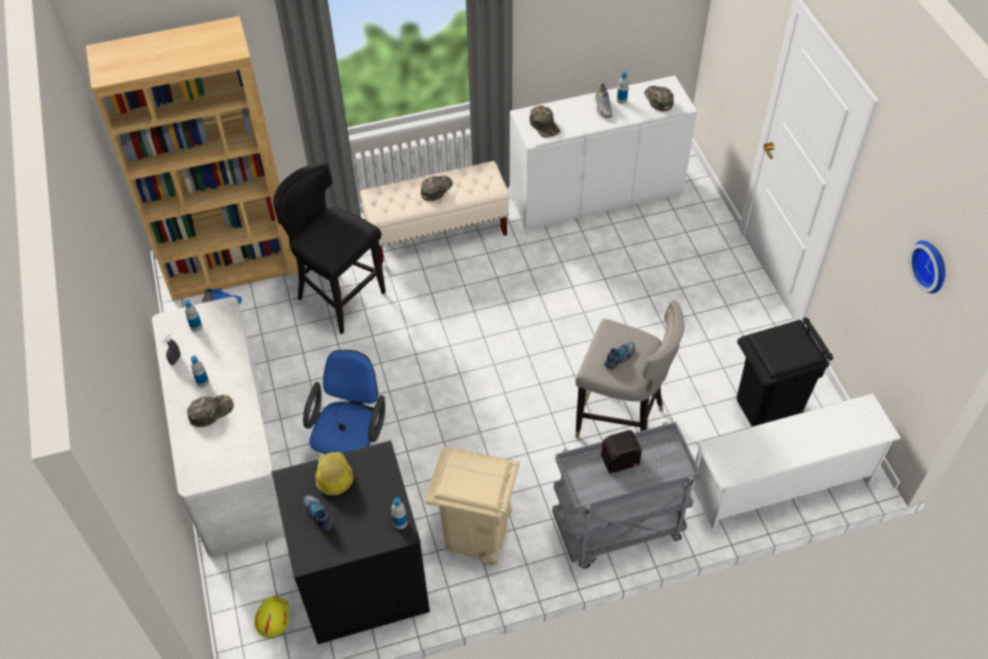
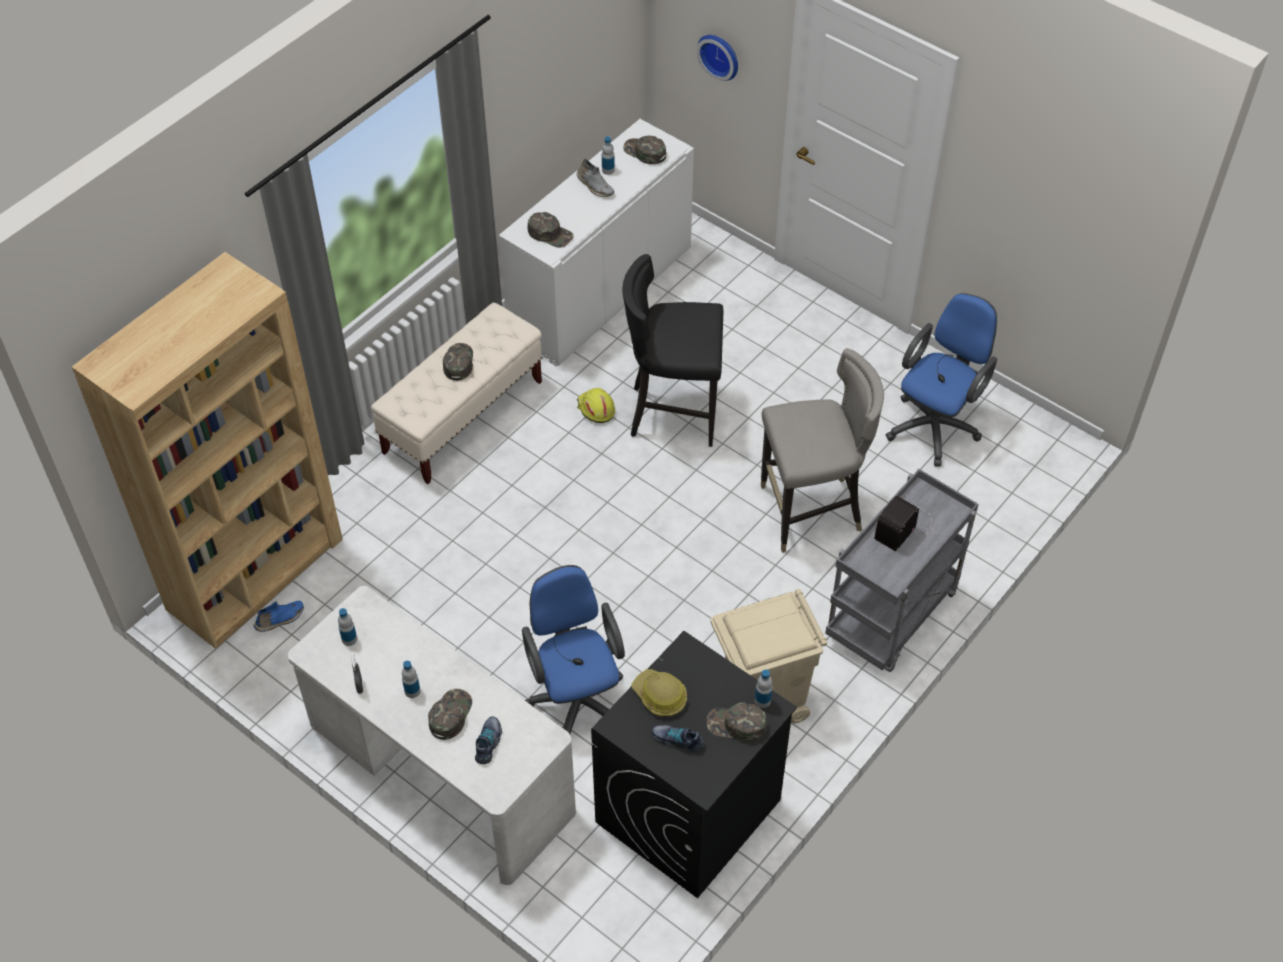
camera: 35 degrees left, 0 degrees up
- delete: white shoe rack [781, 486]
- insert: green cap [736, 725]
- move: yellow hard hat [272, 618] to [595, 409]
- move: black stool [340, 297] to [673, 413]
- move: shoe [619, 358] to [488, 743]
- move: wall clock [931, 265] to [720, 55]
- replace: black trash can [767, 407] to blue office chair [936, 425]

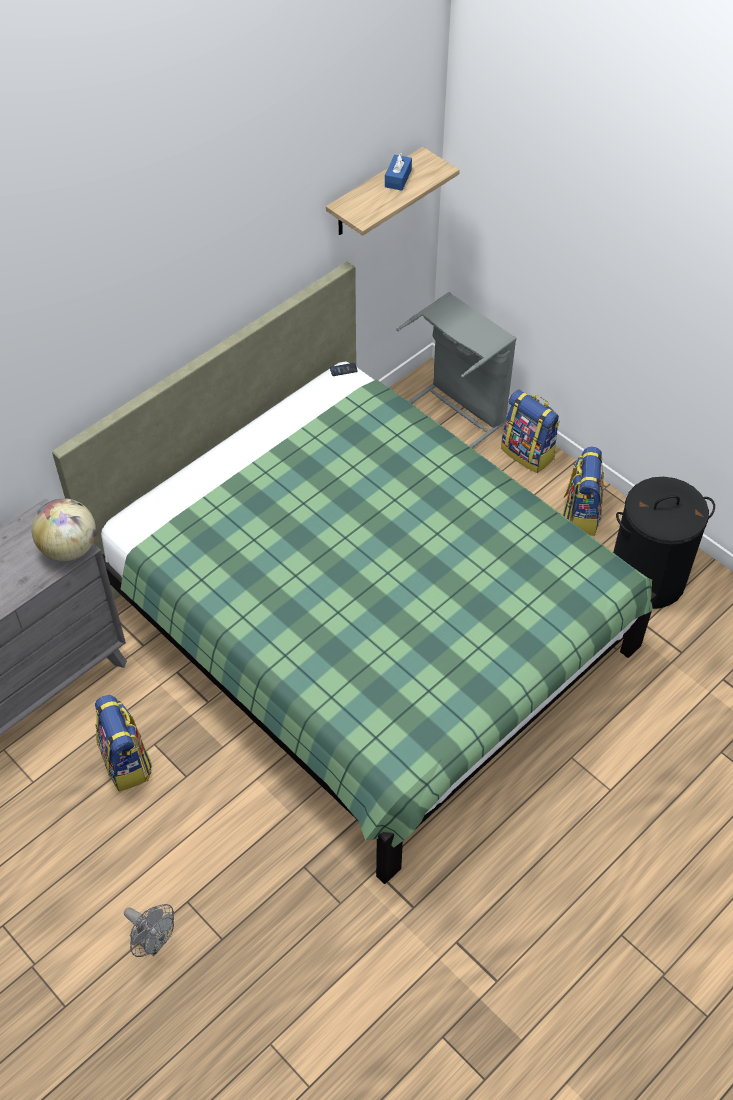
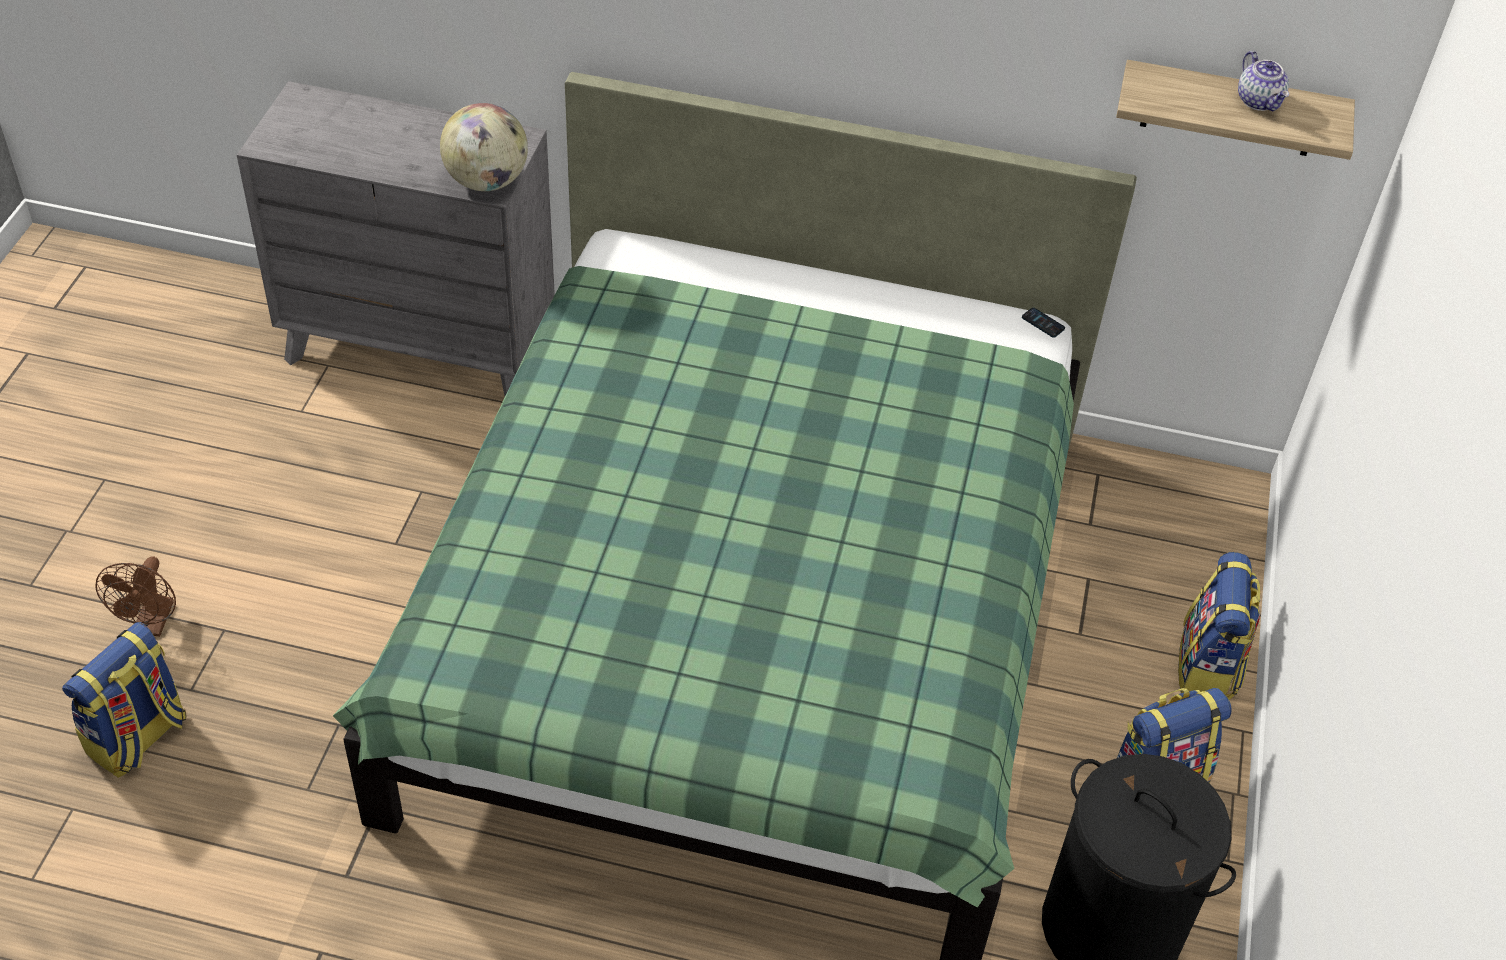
camera: 55 degrees right, 5 degrees down
- delete: grey laundry basket [457, 413]
- move: backpack [127, 762] to [138, 738]
- replace: blue tissue box [398, 178] to teapot [1259, 101]
- recolor: grey fan [153, 942] to brown fan [152, 625]

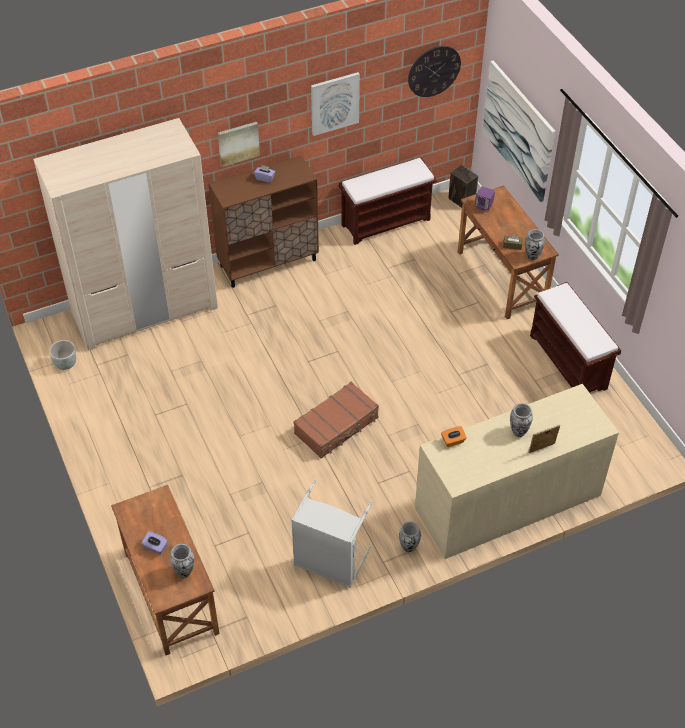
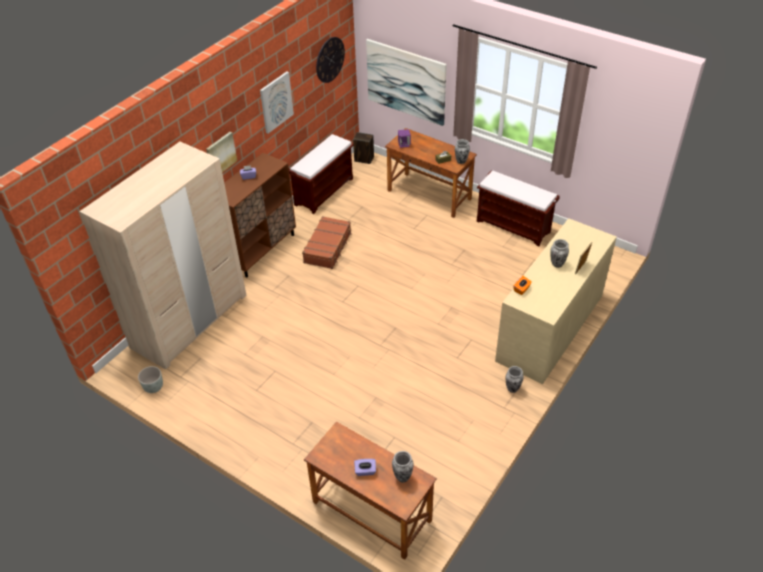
camera: 30 degrees left, 5 degrees down
- delete: grey laundry basket [329, 563]
- move: brown suitcase [337, 426] to [328, 247]

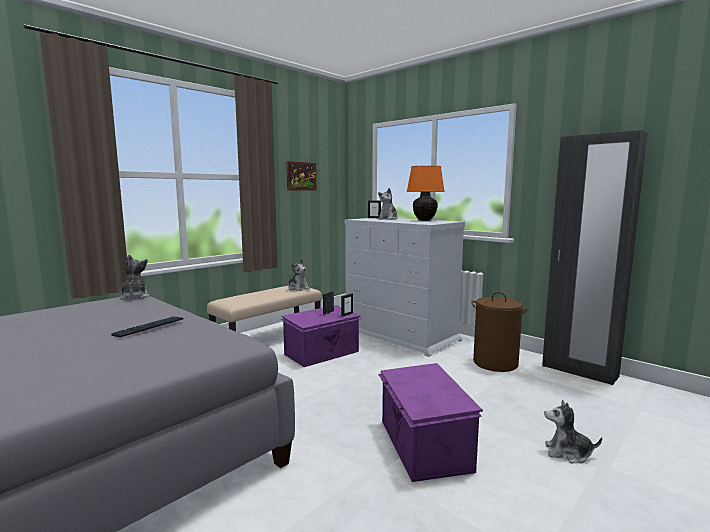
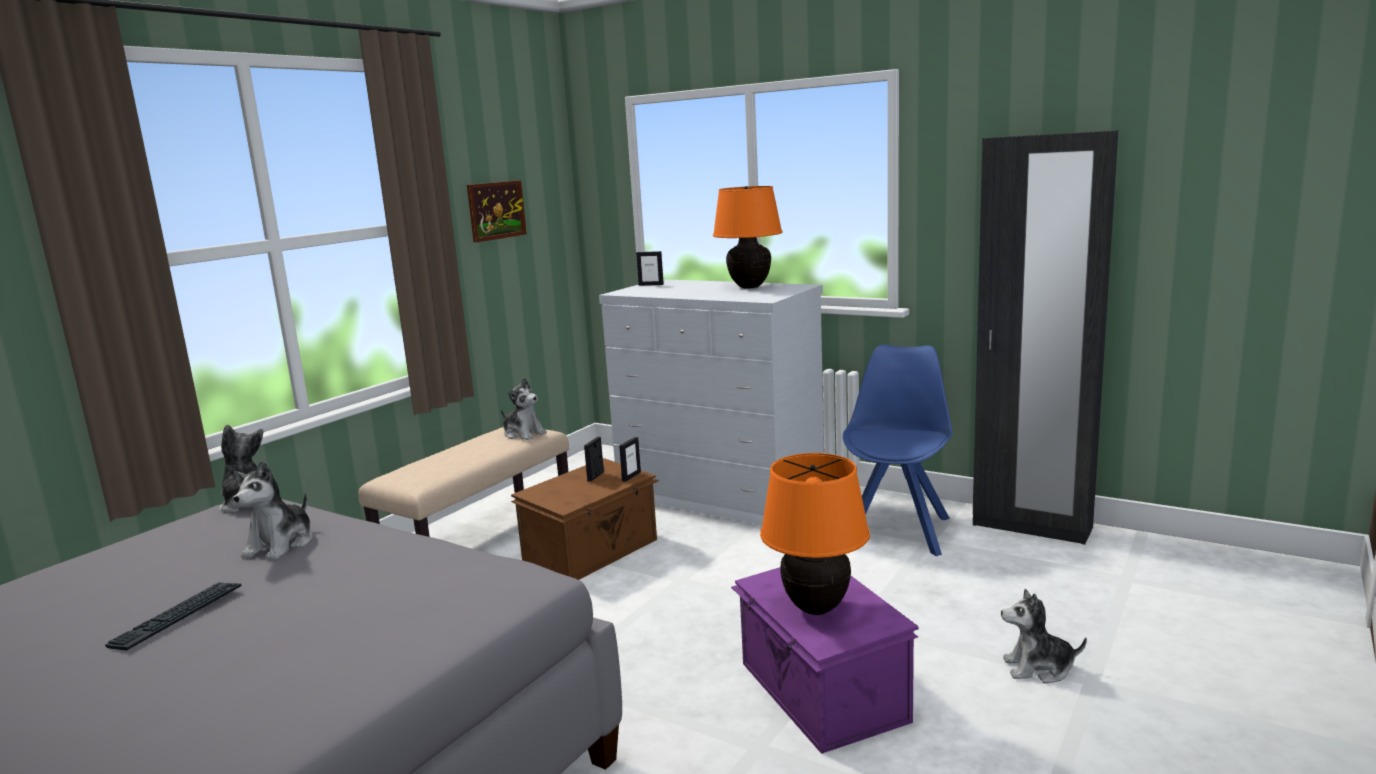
camera: 10 degrees left, 5 degrees up
- insert: orange table lamp [816, 608]
- move: keyboard [149, 327] to [177, 616]
- move: plush toy [388, 219] to [281, 545]
- replace: brown laundry basket [495, 363] to blue chair [897, 530]
- recolor: purple storage box [322, 353] to brown storage box [593, 551]

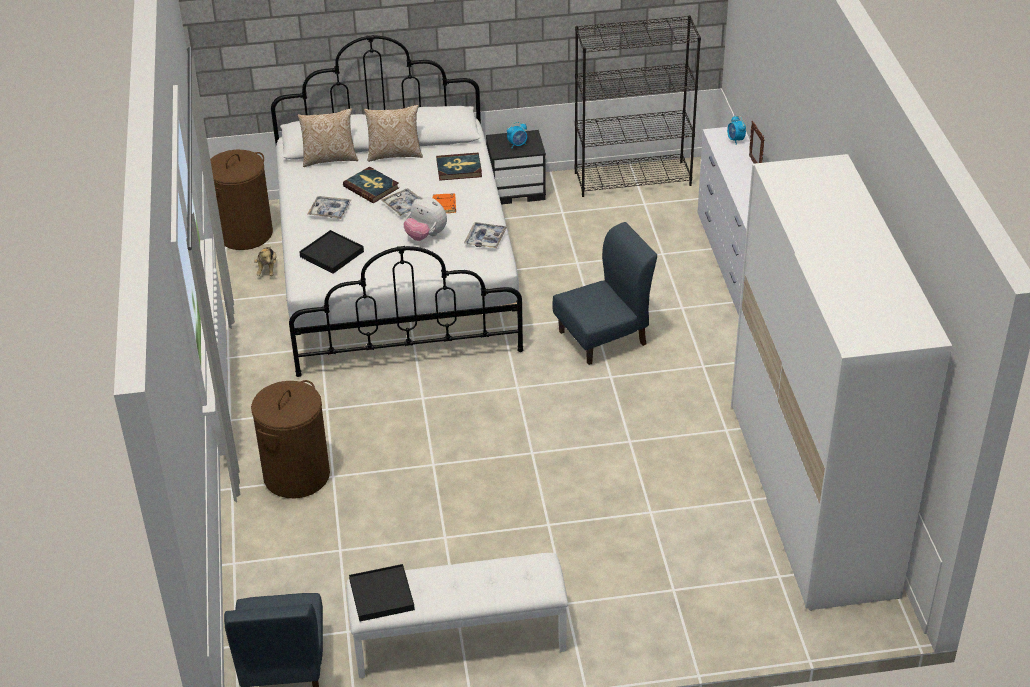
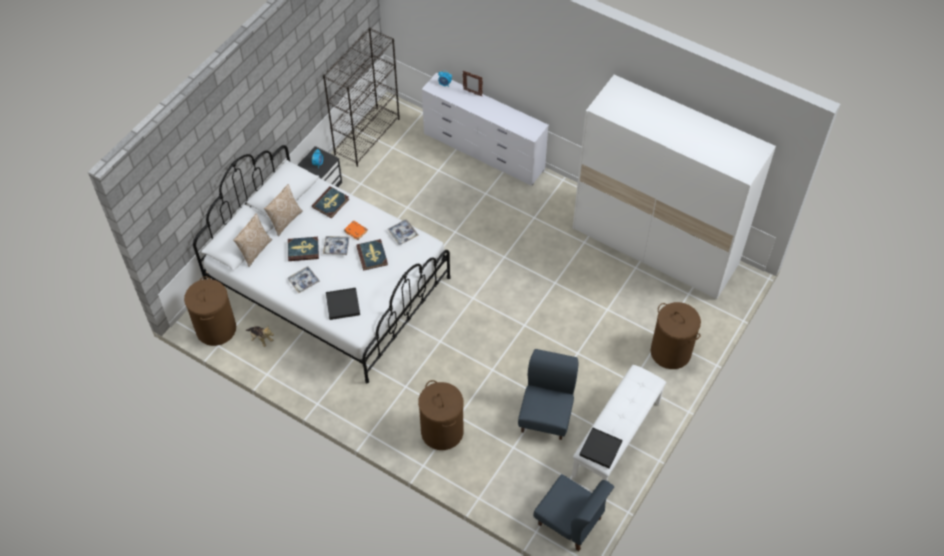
camera: 50 degrees left, 15 degrees up
- insert: brown laundry basket [671, 352]
- move: blue chair [603, 338] to [546, 415]
- replace: plush toy [426, 236] to book [372, 256]

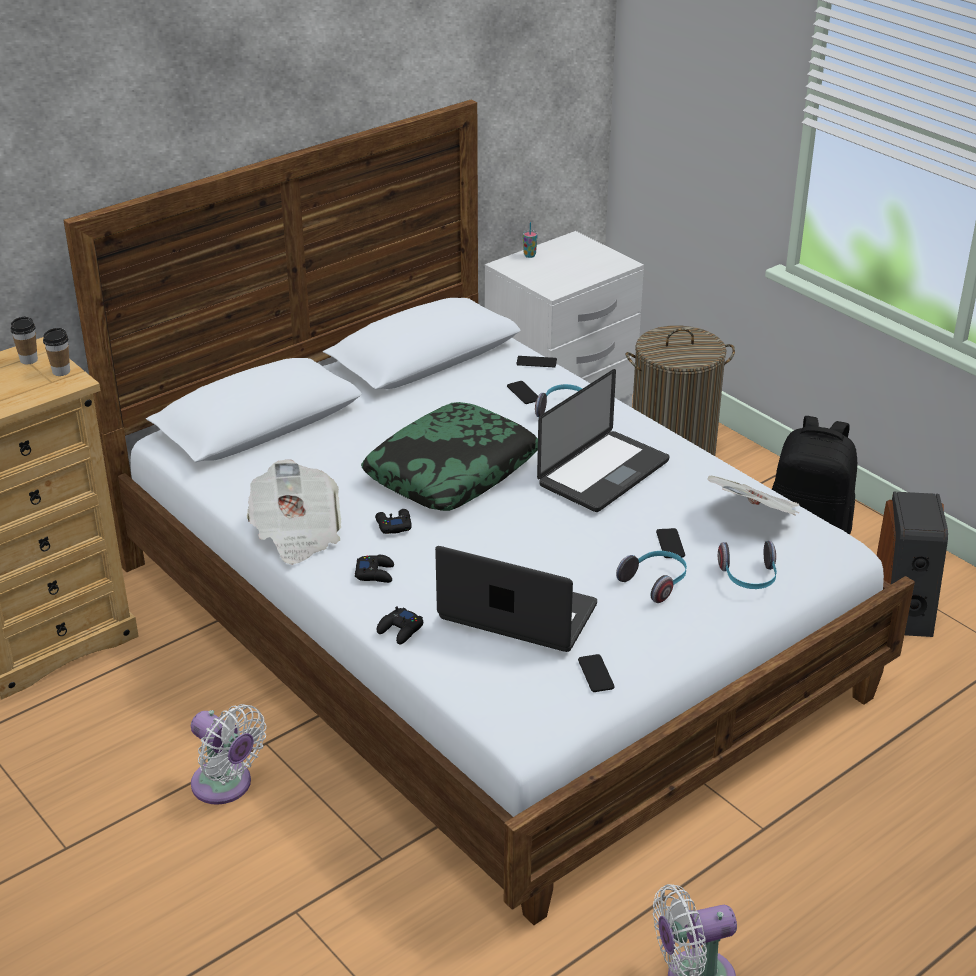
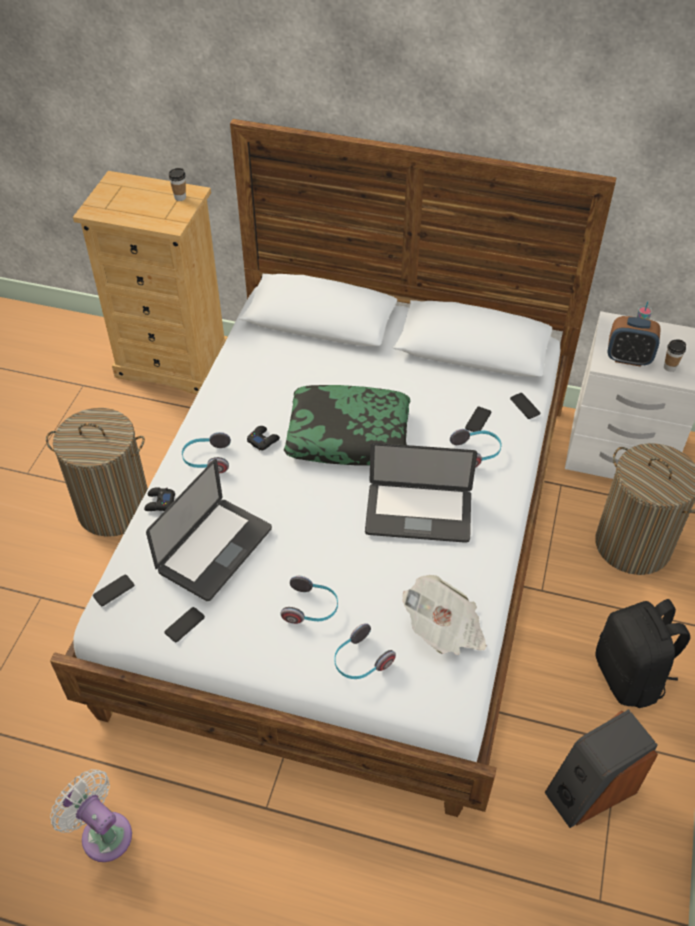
camera: 55 degrees right, 15 degrees up
- delete: newspaper [296, 534]
- insert: alarm clock [628, 358]
- move: cup [61, 371] to [669, 367]
- move: phone [670, 544] to [113, 590]
- replace: white fan [226, 786] to laundry basket [114, 508]
- replace: black game controller [375, 573] to headphones [207, 459]
- rotate: laptop [517, 612] = [215, 550] 45 degrees clockwise

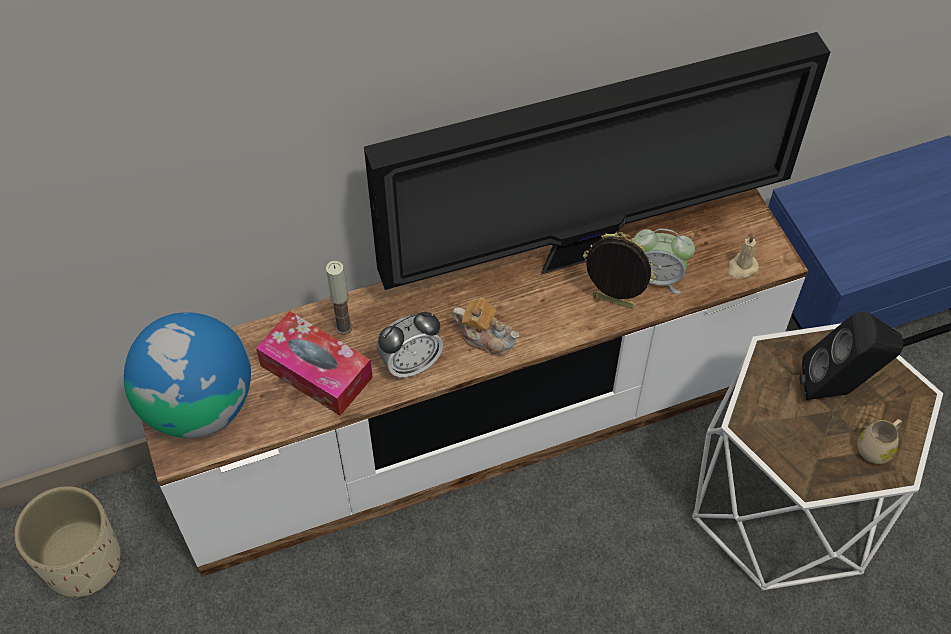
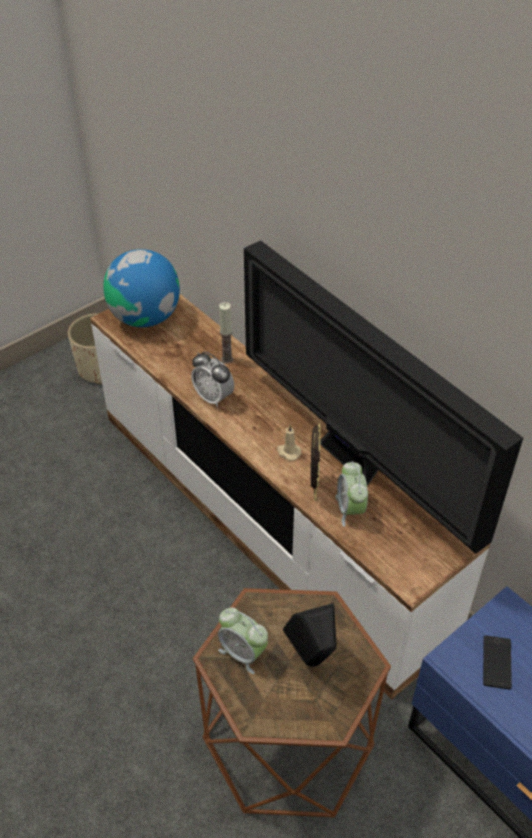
camera: 70 degrees right, 10 degrees down
- delete: tissue box [316, 371]
- delete: teapot [486, 337]
- delete: beige mug [877, 447]
- insert: alarm clock [243, 653]
- insert: phone [496, 662]
- move: beige candle [741, 268] to [288, 452]
- recolor: white side table [789, 503] to brown side table [287, 742]

